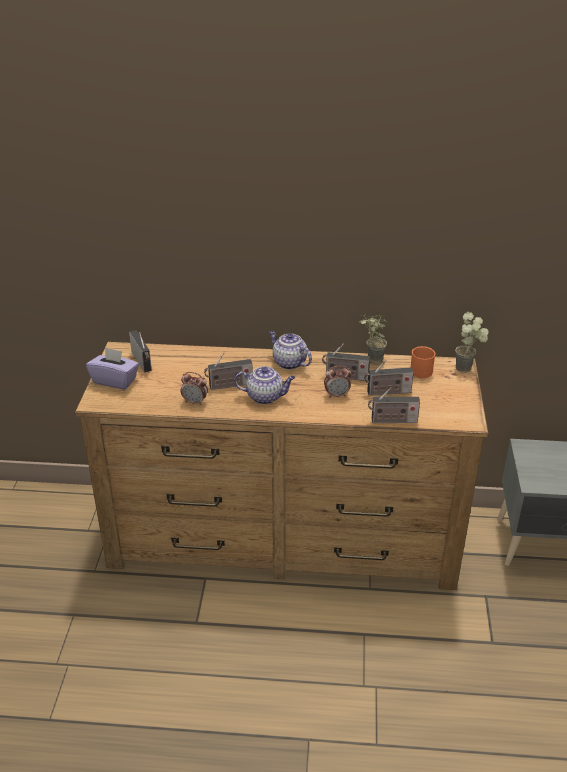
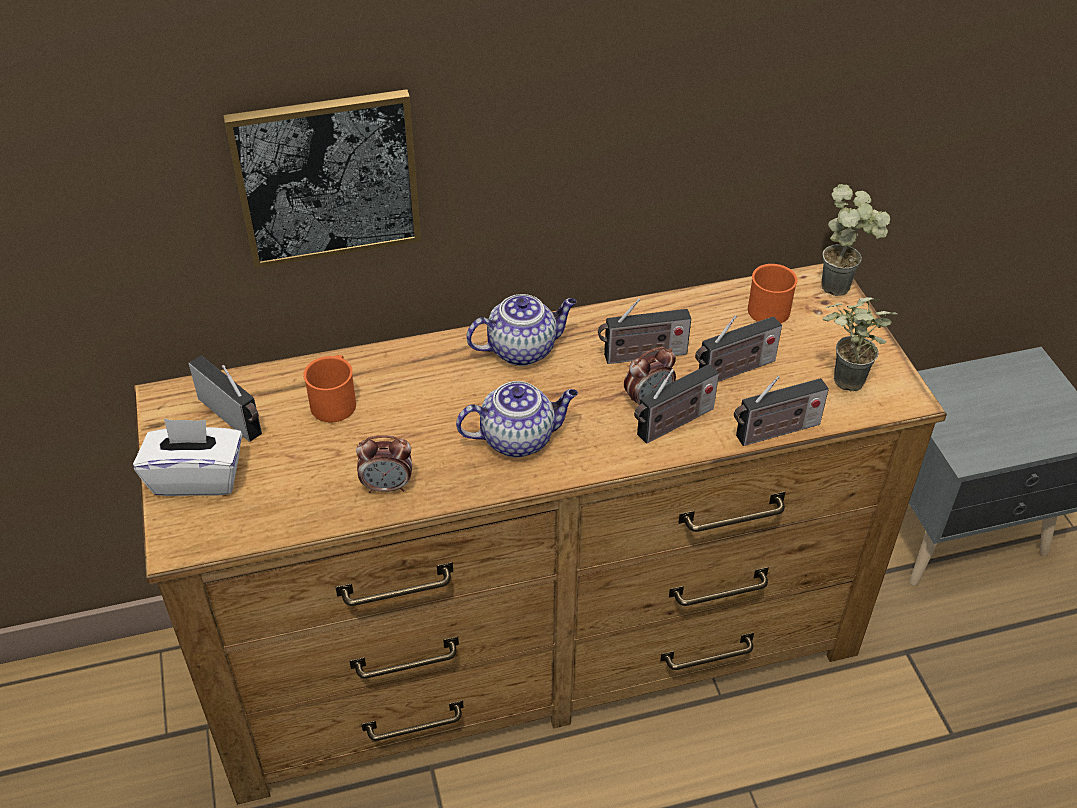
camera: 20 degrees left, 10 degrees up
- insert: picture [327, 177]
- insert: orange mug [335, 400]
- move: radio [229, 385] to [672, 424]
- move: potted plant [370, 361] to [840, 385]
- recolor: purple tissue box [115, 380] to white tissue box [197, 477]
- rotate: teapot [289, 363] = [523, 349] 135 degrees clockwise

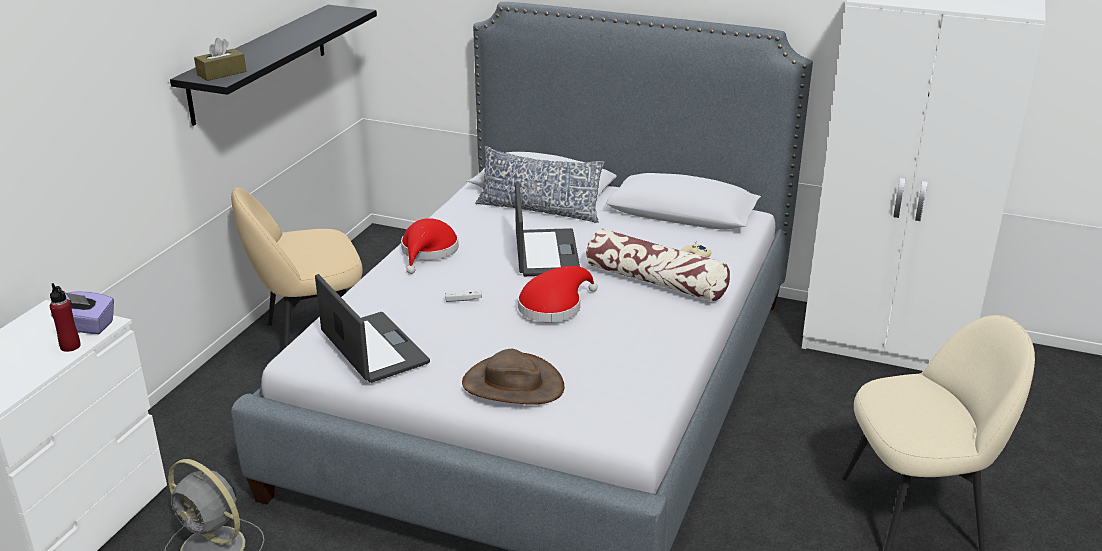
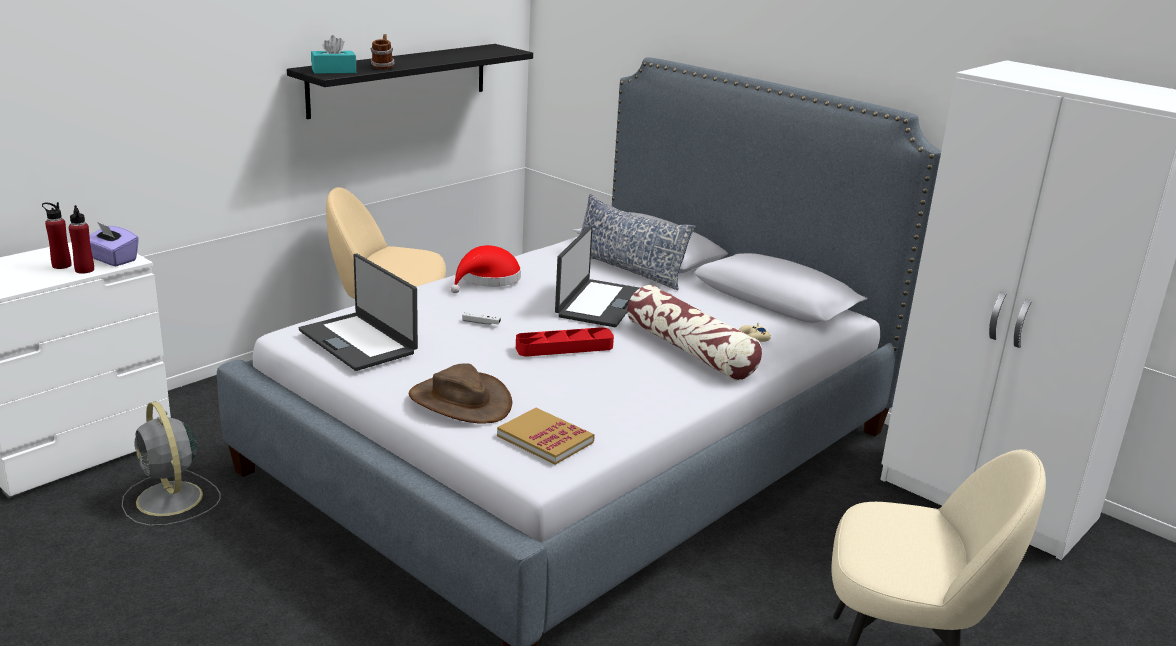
camera: 20 degrees right, 5 degrees down
- insert: red bottle [61, 265]
- insert: mug [382, 67]
- insert: book [545, 439]
- replace: red hat [554, 306] to red tray [564, 347]
- recolor: brown tissue box [221, 73] to turquoise tissue box [334, 71]
- rotate: laptop [373, 348] = [359, 341] 150 degrees clockwise

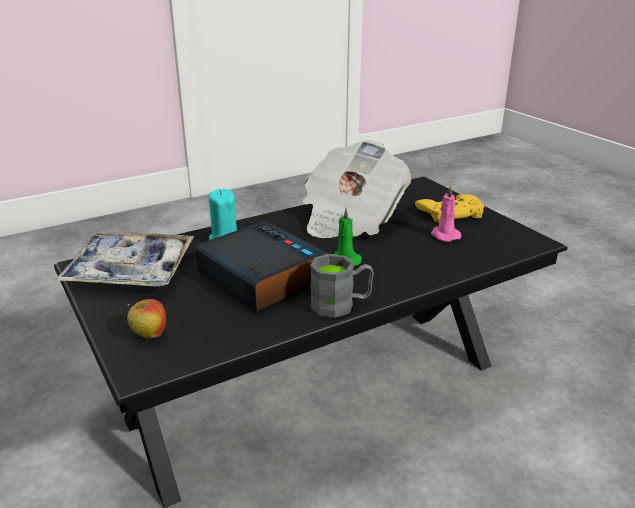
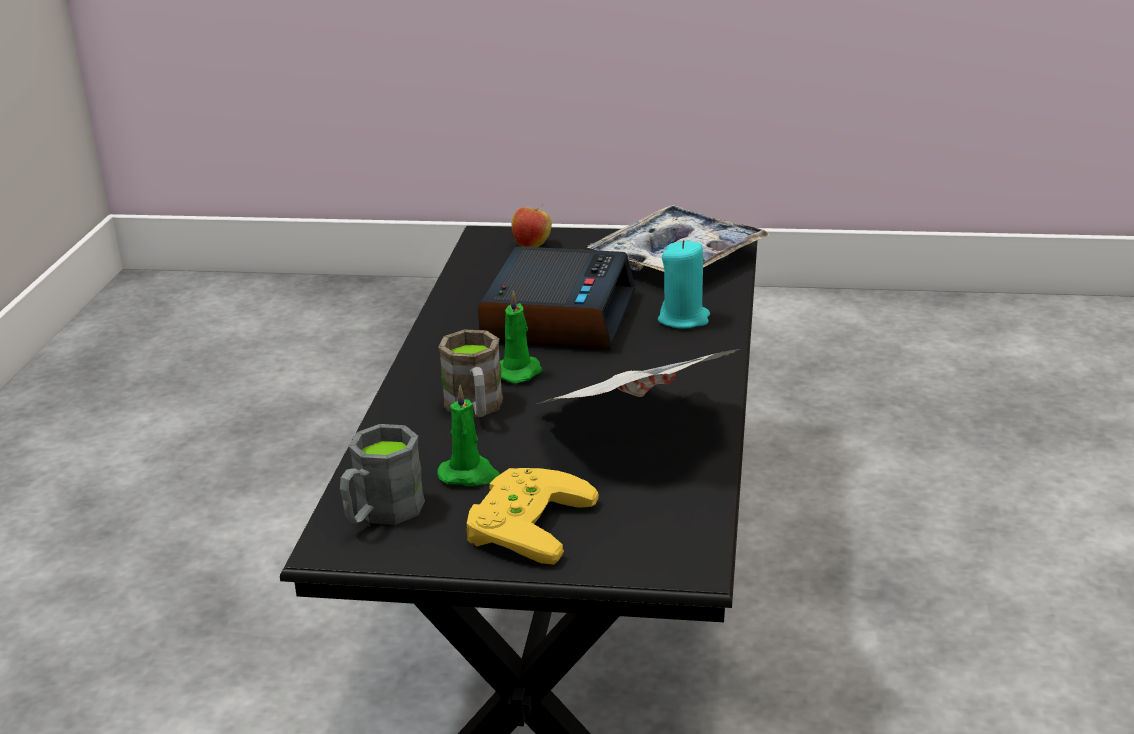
camera: 130 degrees right, 0 degrees up
- insert: brown mug [475, 409]
- move: grey mug [341, 305] to [381, 513]
- recolor: pink candle [444, 235] to green candle [470, 475]
- rotate: alarm clock [262, 277] = [558, 316] 75 degrees counterclockwise

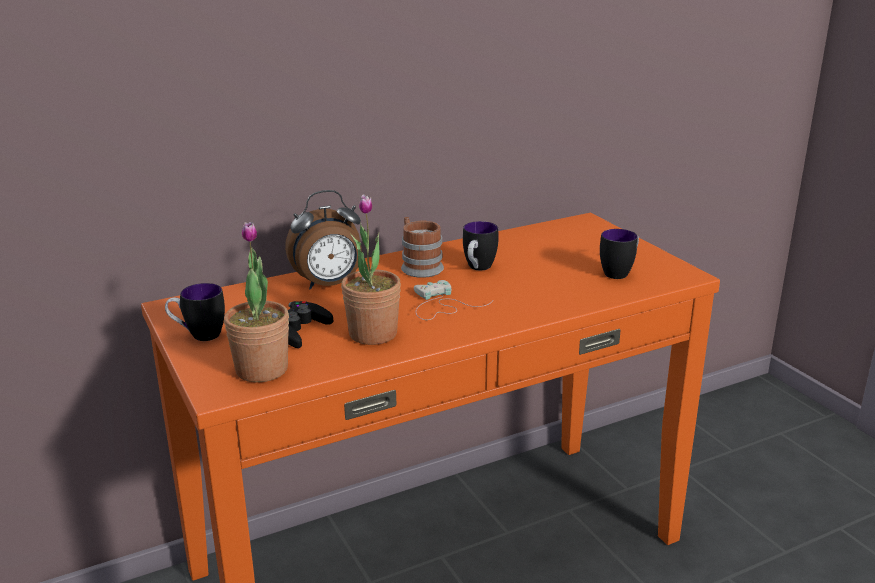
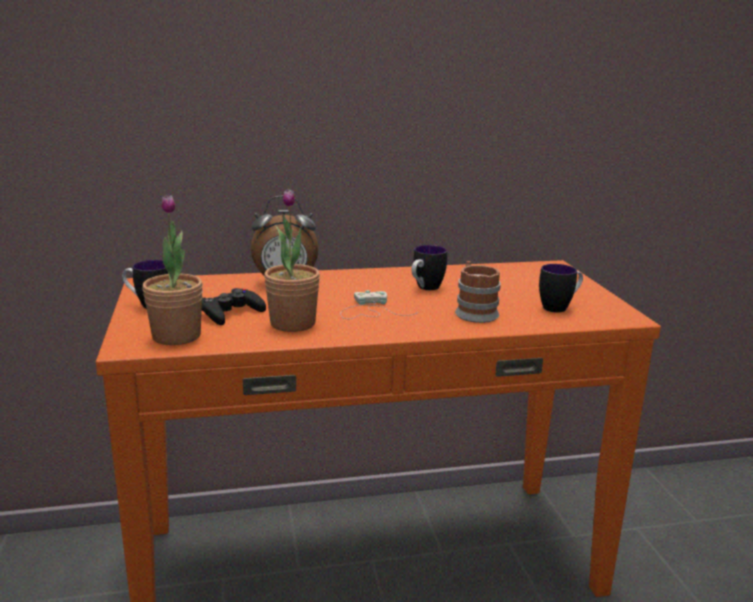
camera: 15 degrees right, 5 degrees down
- move: mug [419, 266] to [474, 312]

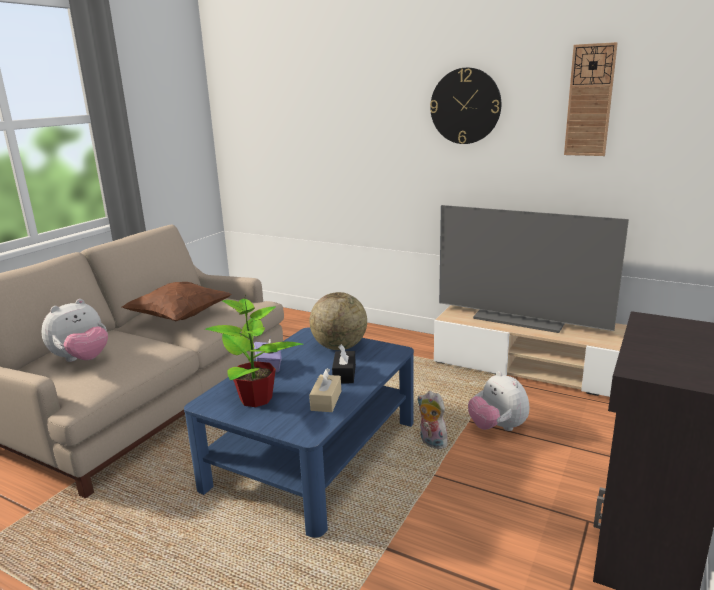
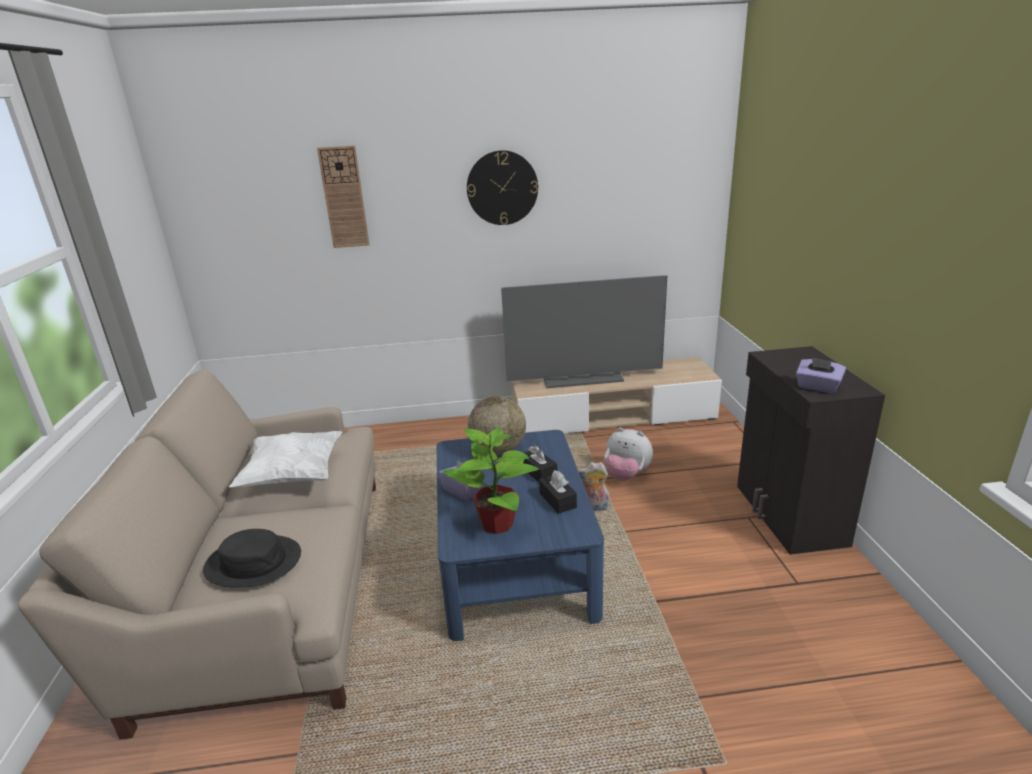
camera: 35 degrees left, 5 degrees up
- insert: purple tissue box [817, 387]
- move: wall clock [589, 101] to [344, 197]
- replace: plush toy [82, 359] to black hat [253, 562]
- recolor: brown pillow [180, 317] to white pillow [293, 476]
- recolor: beige tissue box [326, 400] to black tissue box [557, 500]

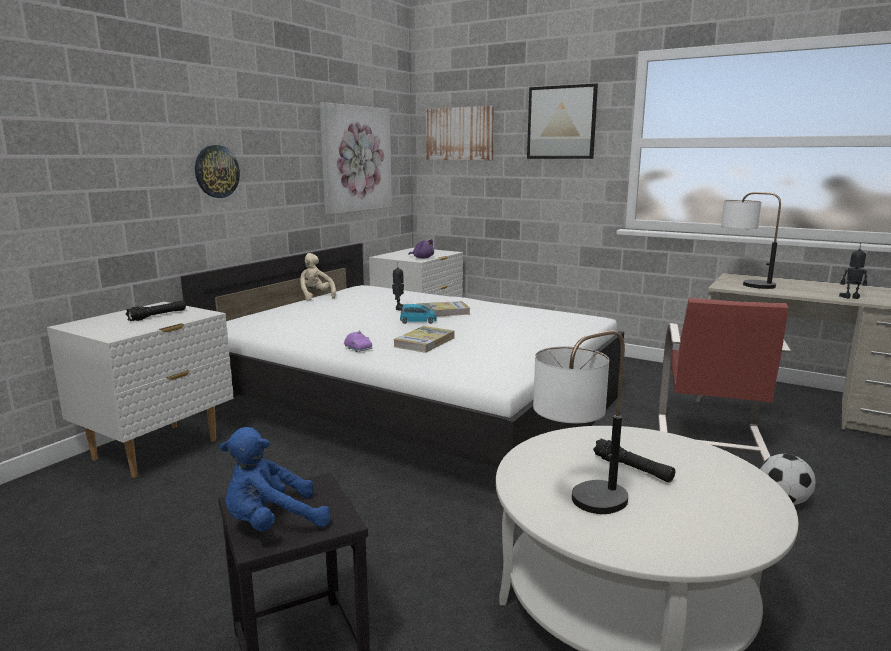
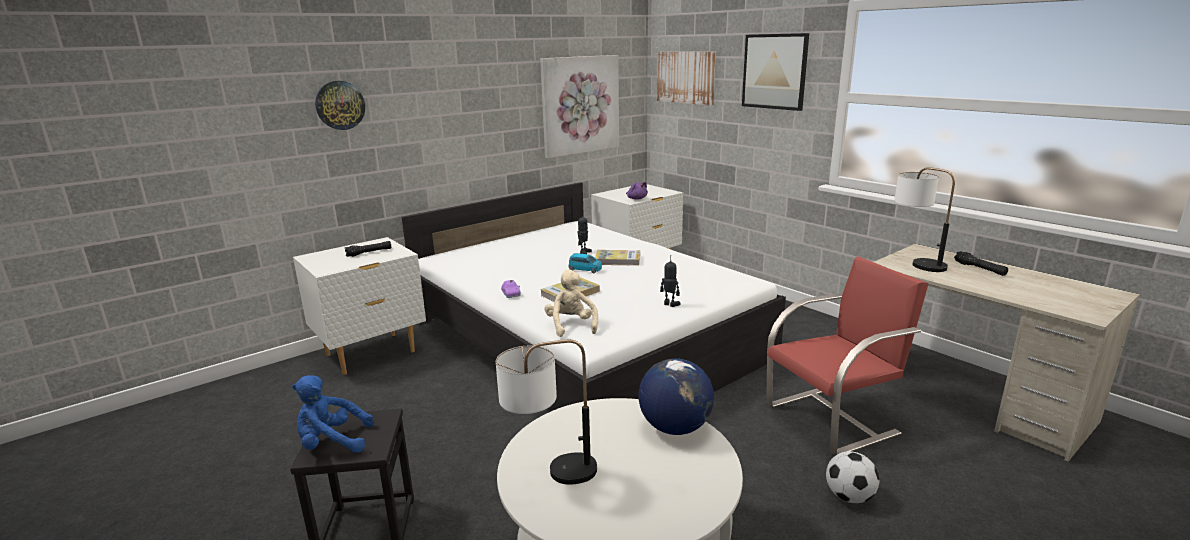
camera: 20 degrees right, 5 degrees up
- insert: globe [674, 427]
- move: wall clock [216, 171] to [340, 105]
- move: beige plush toy [313, 297] to [571, 325]
- move: black flashlight [632, 469] to [979, 269]
- move: toy robot [850, 297] to [670, 304]
- rotate: red chair [710, 439] = [833, 418] 150 degrees counterclockwise

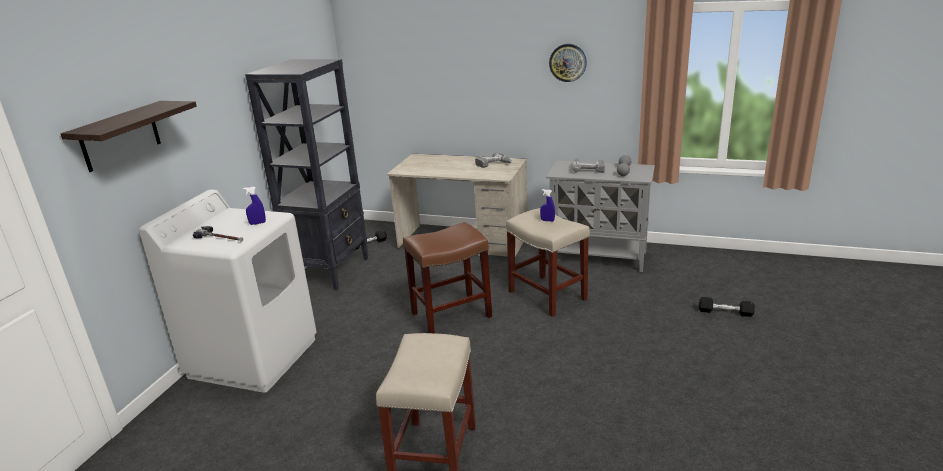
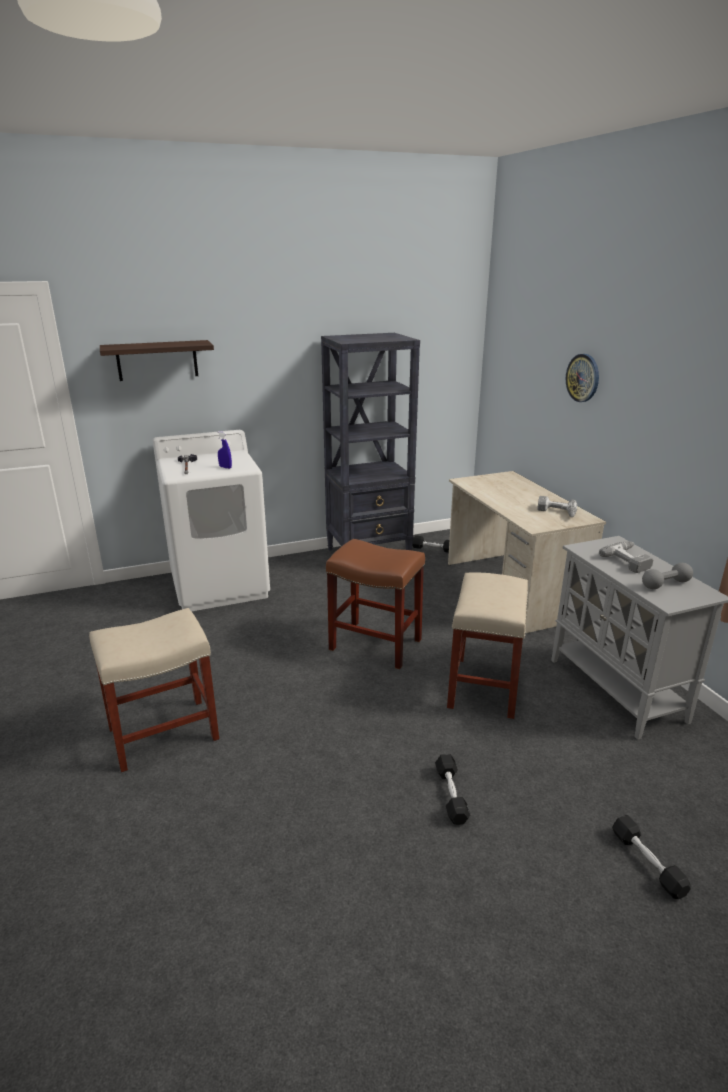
camera: 50 degrees right, 0 degrees up
- delete: blue spray bottle [547, 220]
- insert: black dumbbell [451, 795]
- move: wall clock [567, 62] to [583, 378]

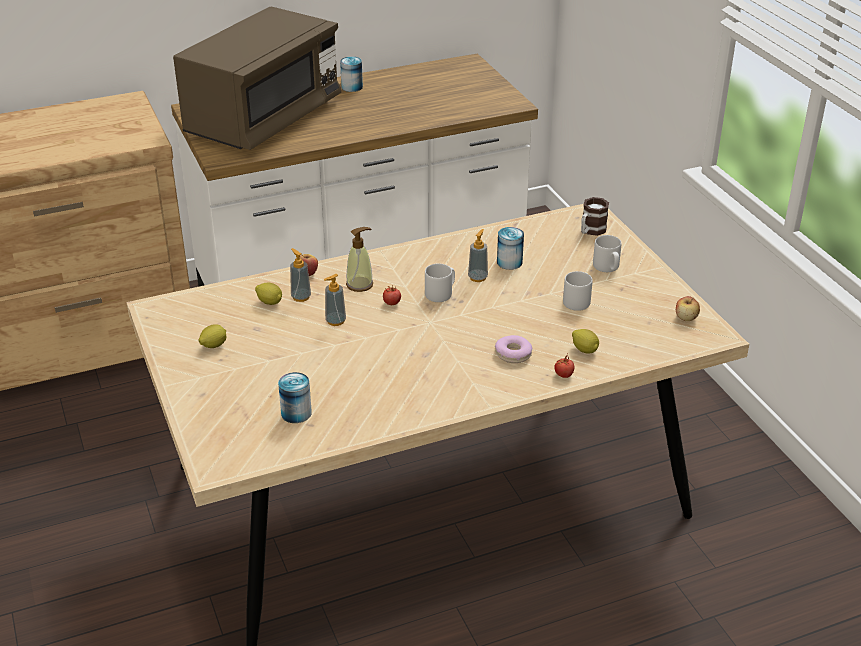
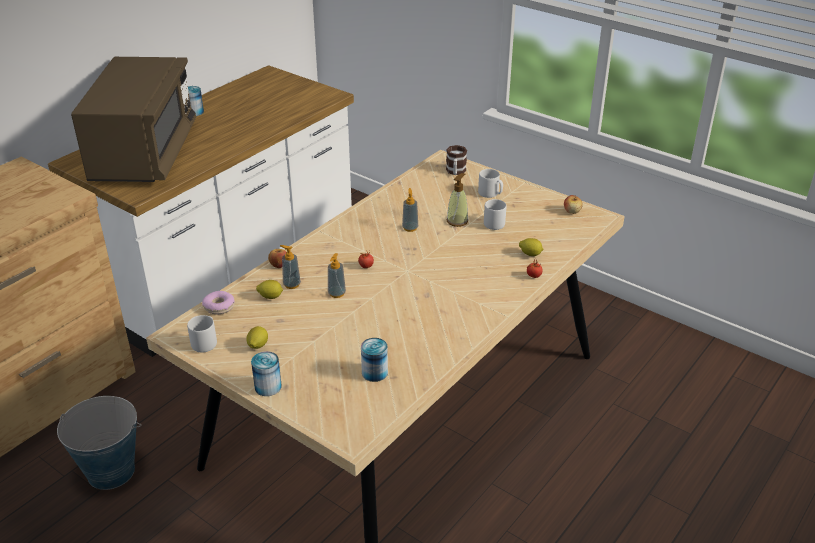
camera: 30 degrees left, 0 degrees up
- insert: bucket [110, 471]
- move: soap dispenser [360, 284] to [457, 221]
- move: grey mug [441, 293] to [205, 342]
- move: donut [513, 354] to [219, 306]
- move: can [509, 262] to [268, 387]

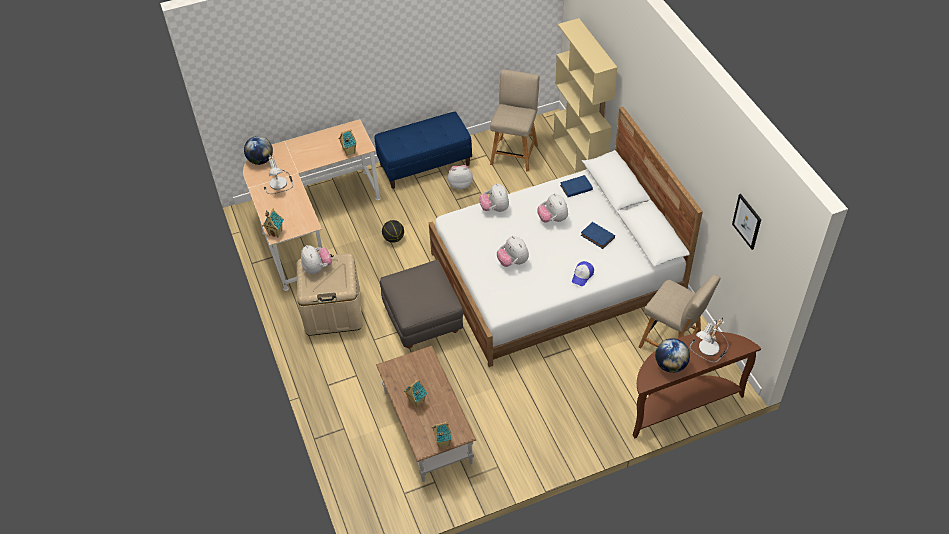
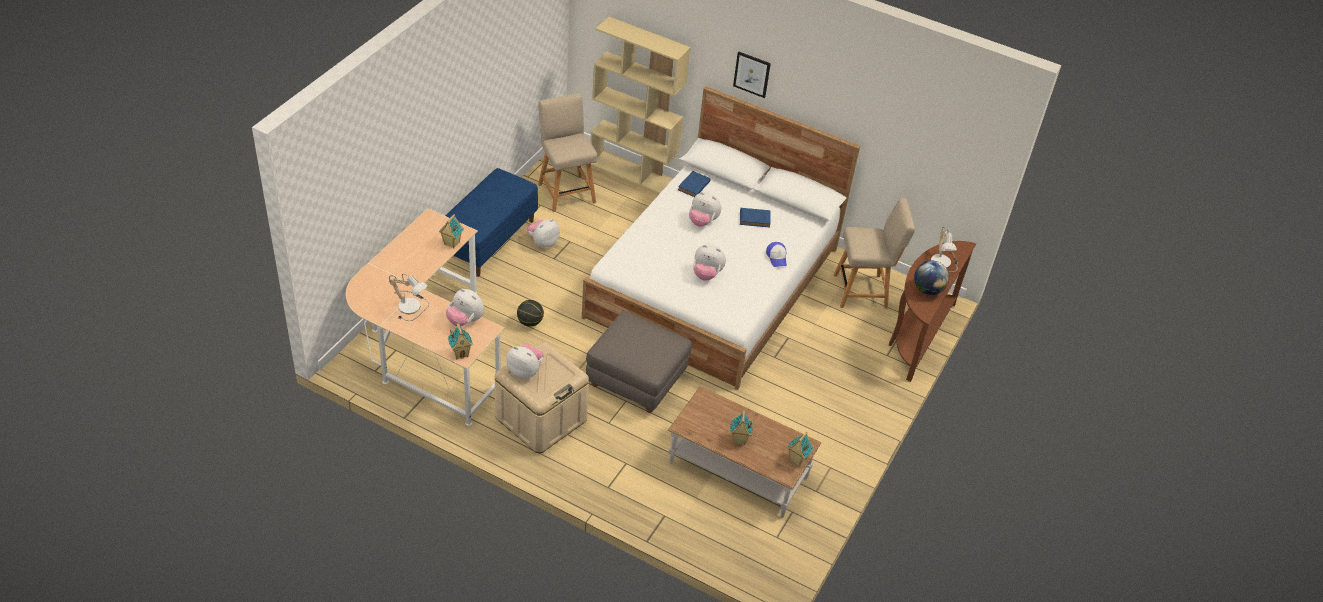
camera: 45 degrees left, 5 degrees down
- delete: globe [260, 160]
- move: plush toy [495, 209] to [465, 320]
- move: picture [747, 221] to [752, 74]

